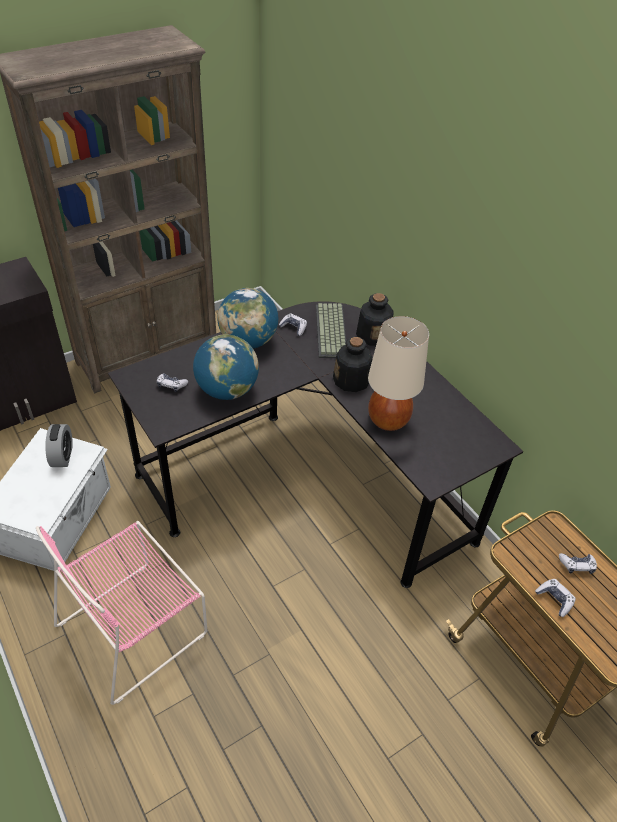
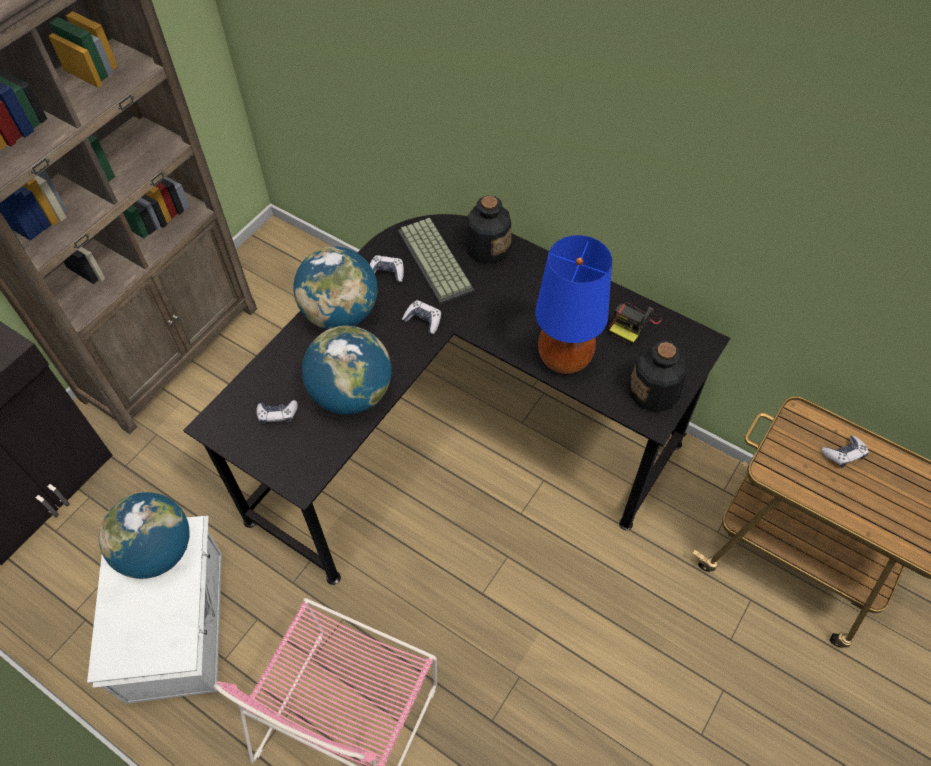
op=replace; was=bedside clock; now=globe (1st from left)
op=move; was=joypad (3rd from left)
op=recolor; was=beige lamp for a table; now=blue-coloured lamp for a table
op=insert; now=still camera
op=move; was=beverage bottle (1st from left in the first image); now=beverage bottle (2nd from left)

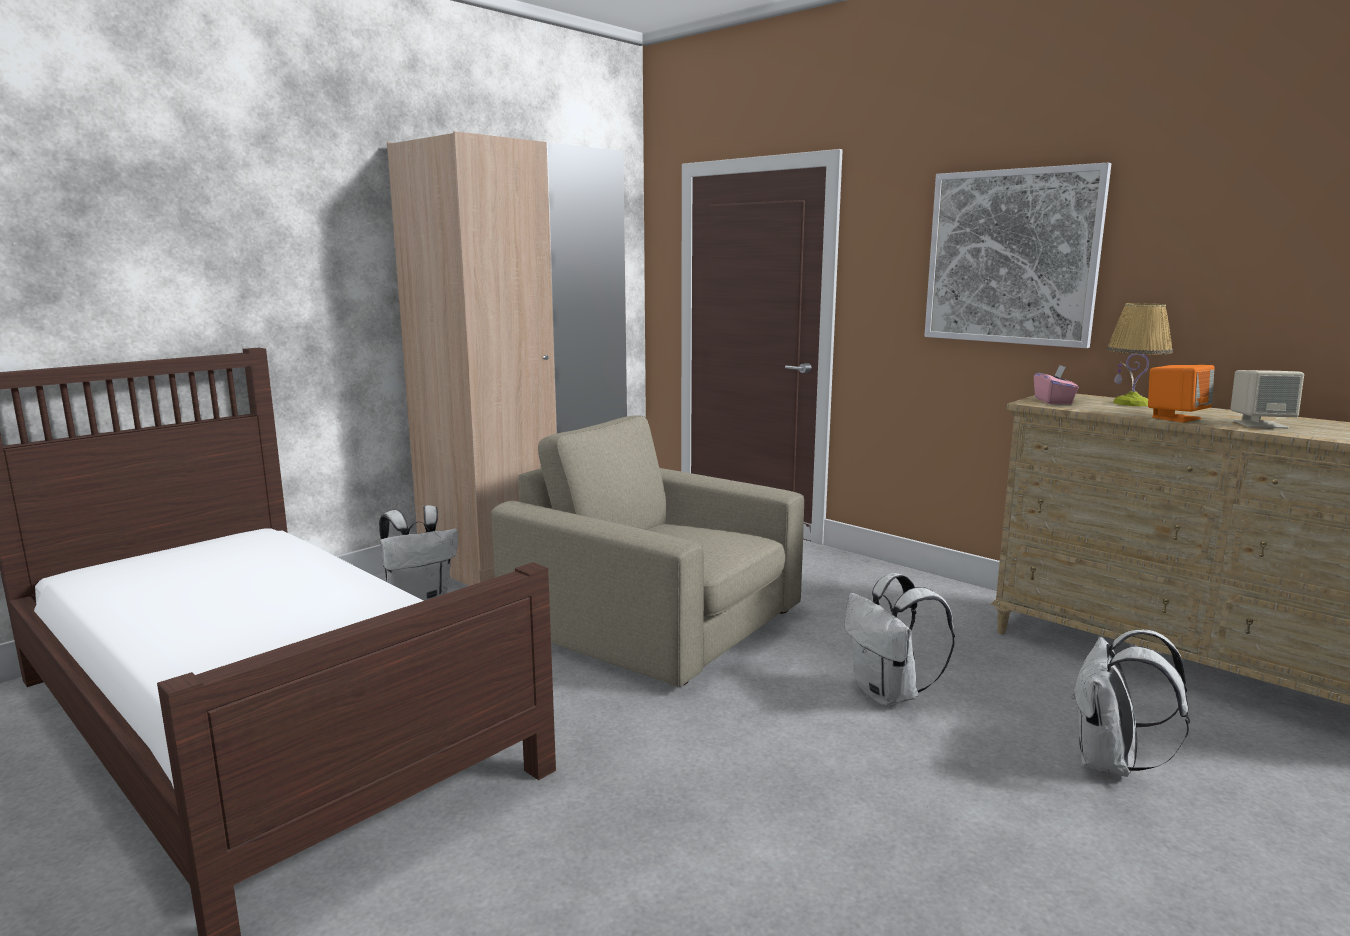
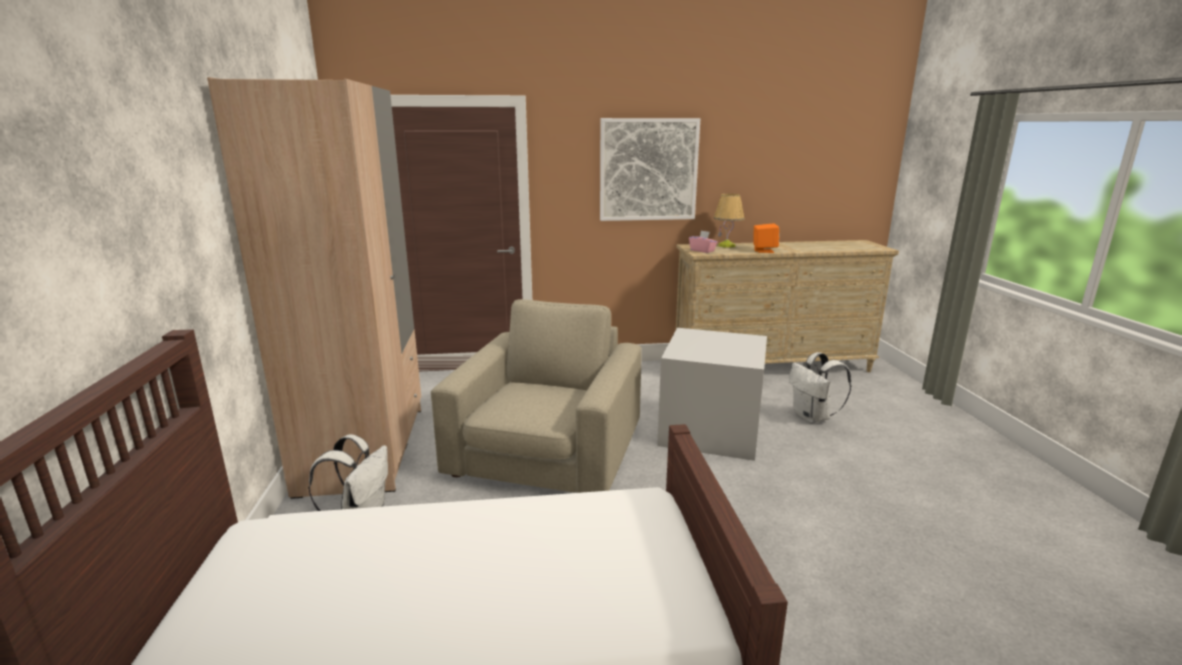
op=rotate; was=beige lounge chair; clockwise=120
op=replace; was=white backpack (2nd from left); now=gray storage box
op=delete; was=beige loudspeaker

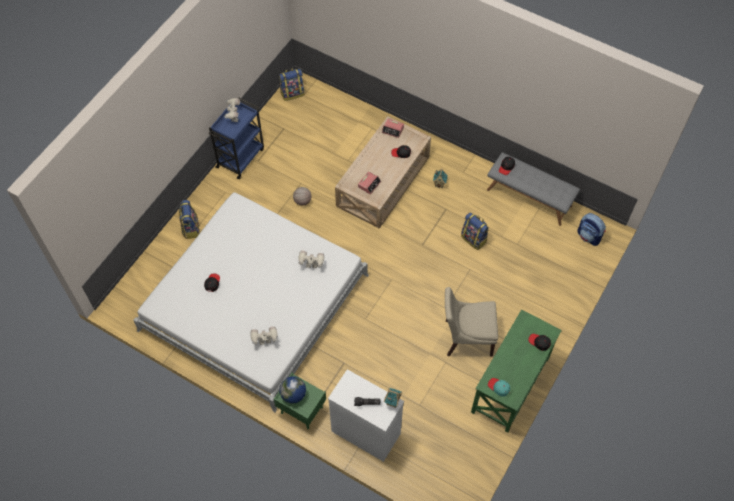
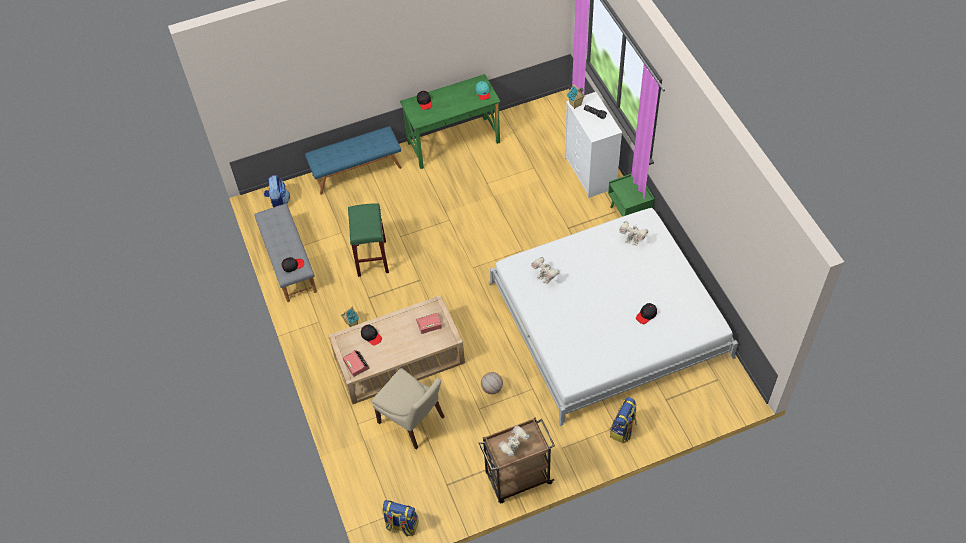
op=insert; now=blue-coloured indoor bench
op=replace; was=backpack (3rd from left); now=greenish sitting stool
op=move; was=beige chair
op=recolor; was=blue-coloured cart; now=brown-coloured cart
op=delete; was=globe

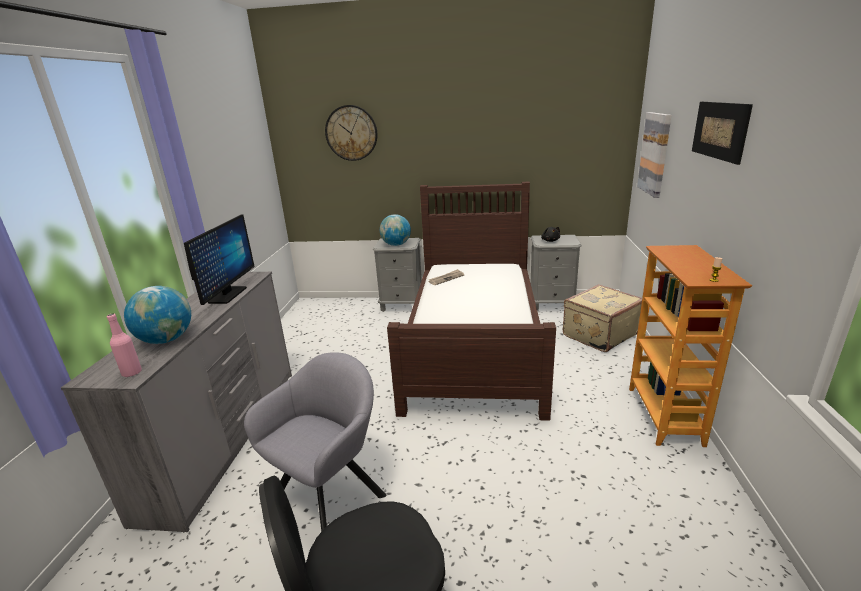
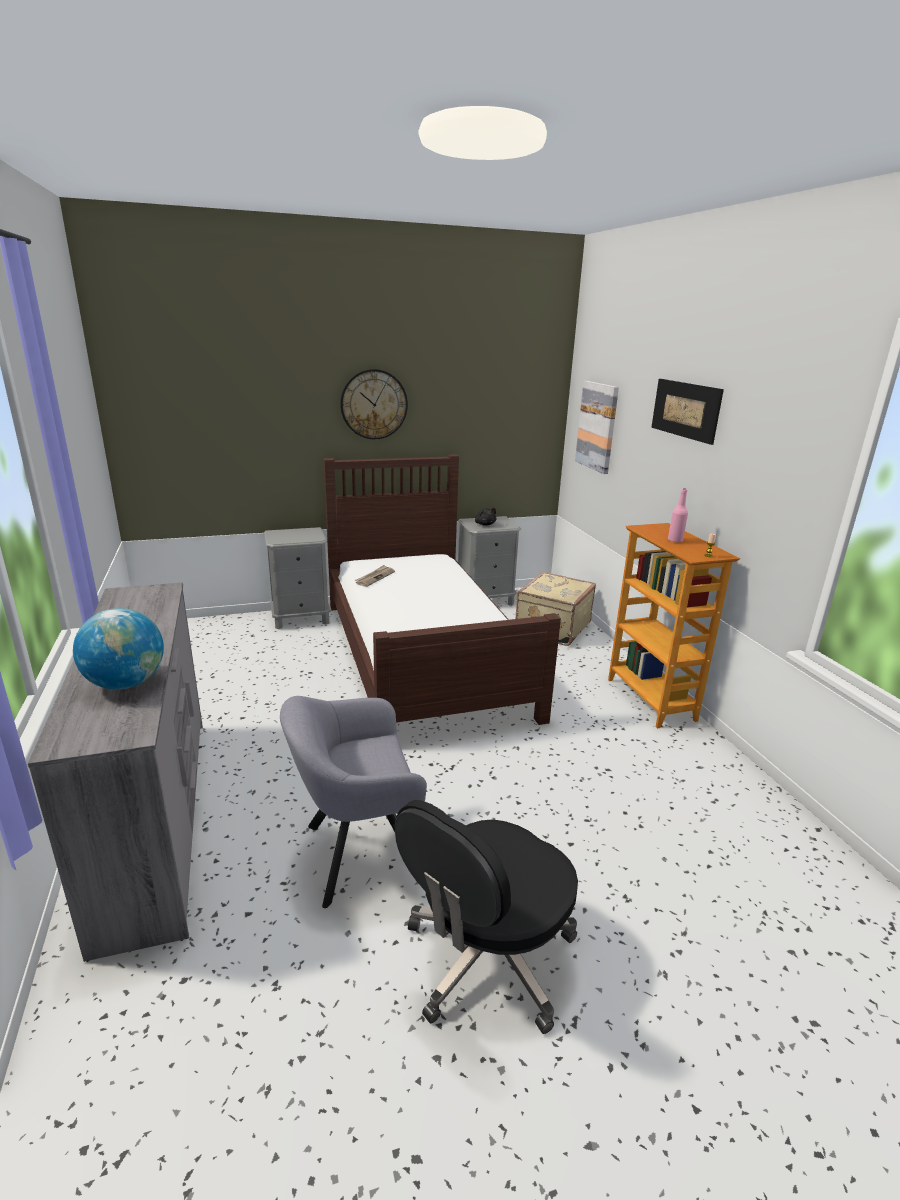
op=rotate; was=gray lounge chair; clockwise=-120
op=move; was=clock on the wall
op=move; was=pink beverage bottle
op=delete; was=monitor
op=delete; was=globe (2nd from left)

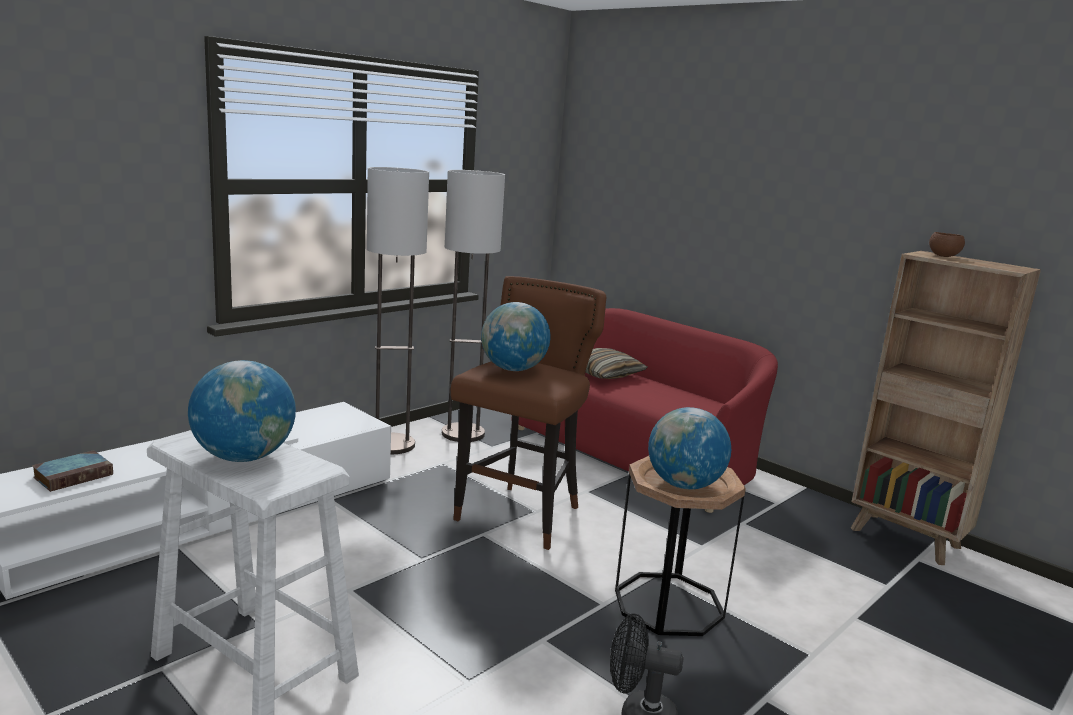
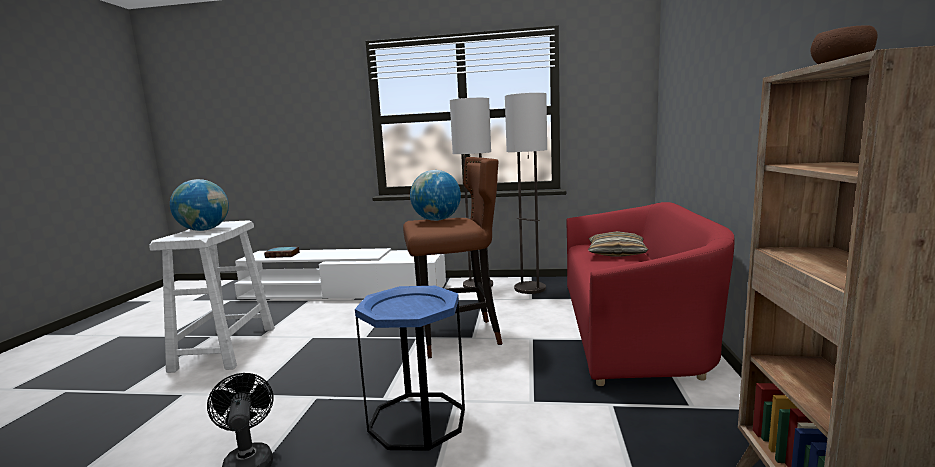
op=recolor; was=brown-coloured end table; now=blue-coloured end table
op=delete; was=globe (3rd from left)

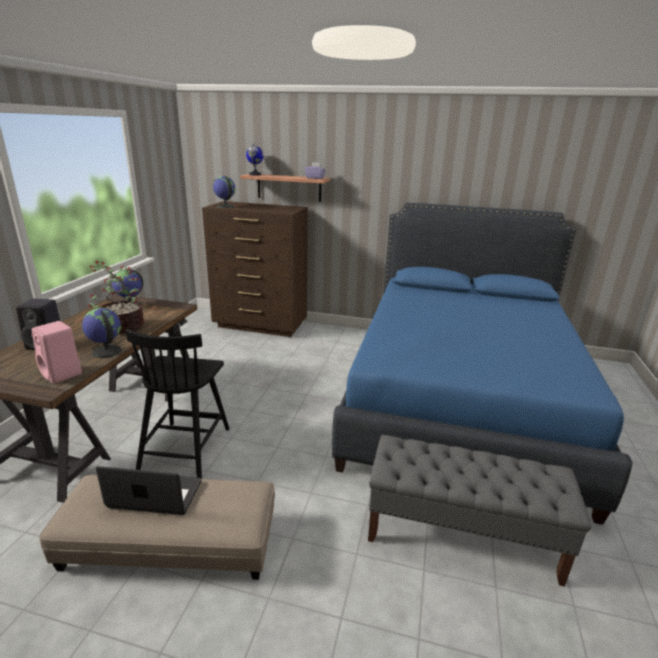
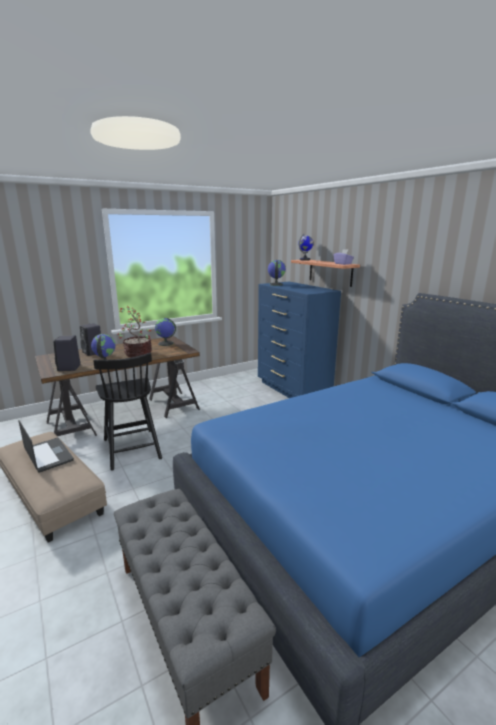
op=recolor; was=pink loudspeaker; now=black loudspeaker (1st from left)
op=rotate; was=black chair; clockwise=-75
op=recolor; was=brown-coloured dresser; now=blue-coloured dresser

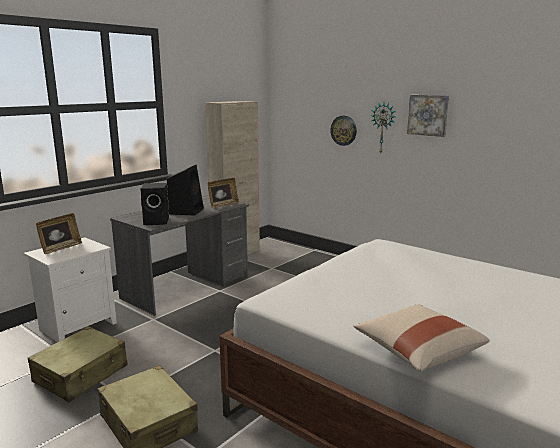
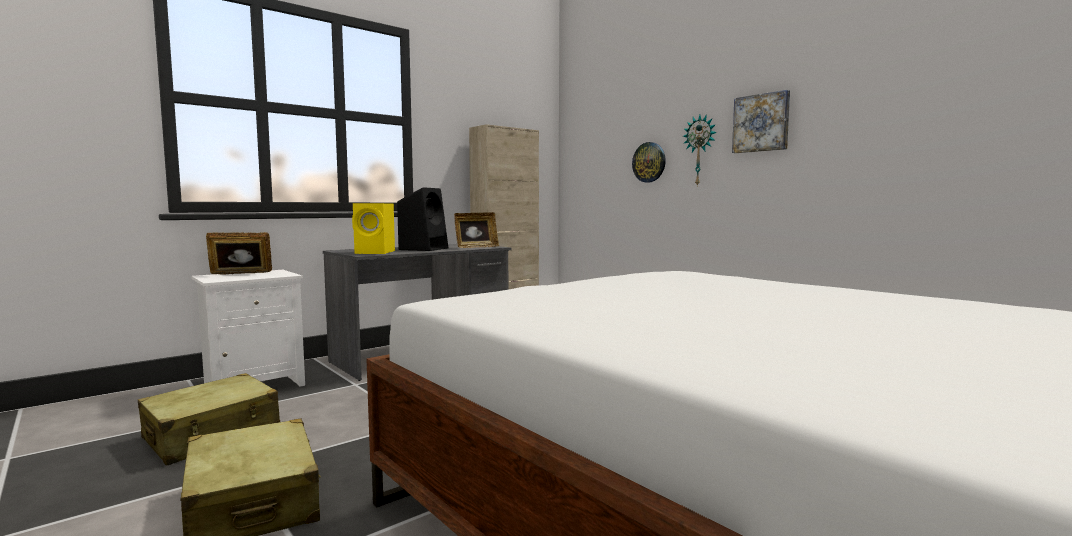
op=rotate; was=photo frame (1st from left); clockwise=-150
op=recolor; was=black loudspeaker (1st from left); now=yellowish loudspeaker
op=delete; was=beige pillow

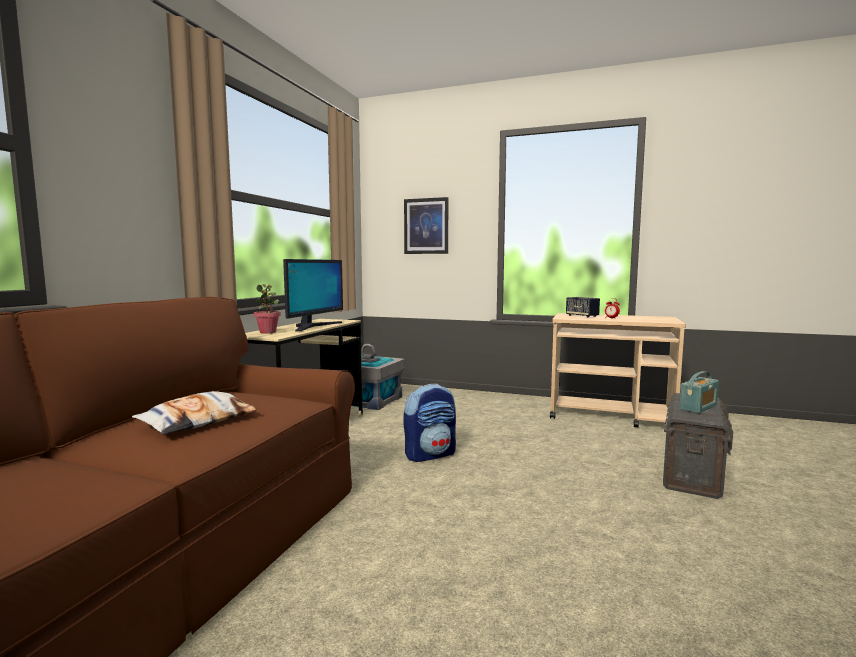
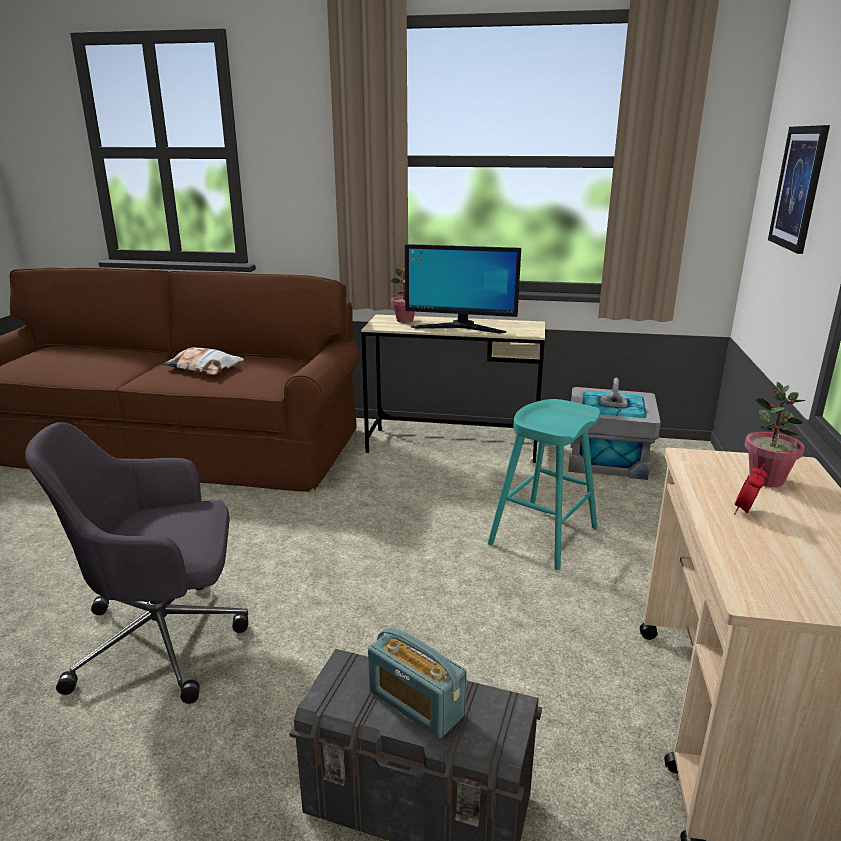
op=insert; now=gray computer chair
op=insert; now=blue-green sitting stool
op=replace; was=loudspeaker; now=potted plant (2nd from left)
op=delete; was=backpack

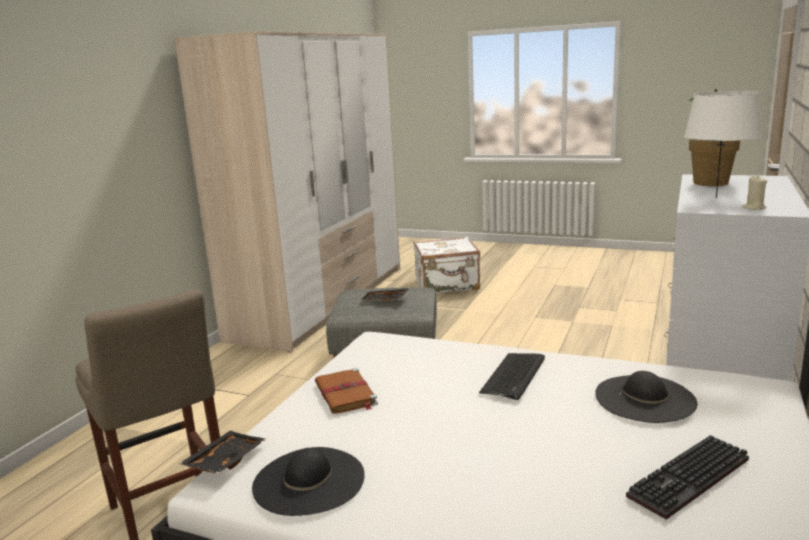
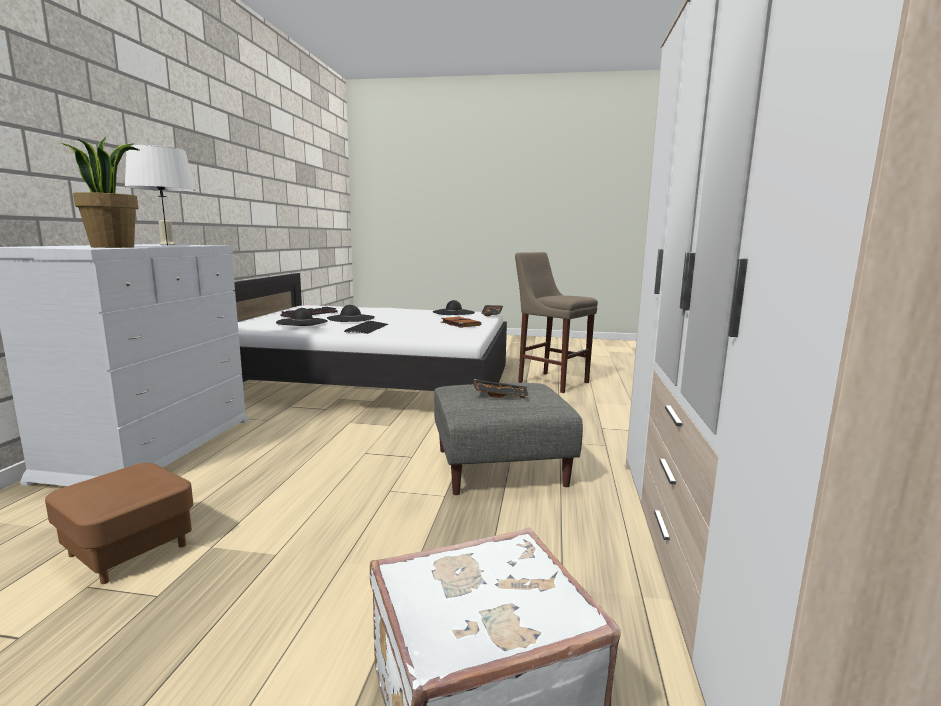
op=insert; now=brown-coloured pouffe
op=insert; now=black hat (2nd from left)

